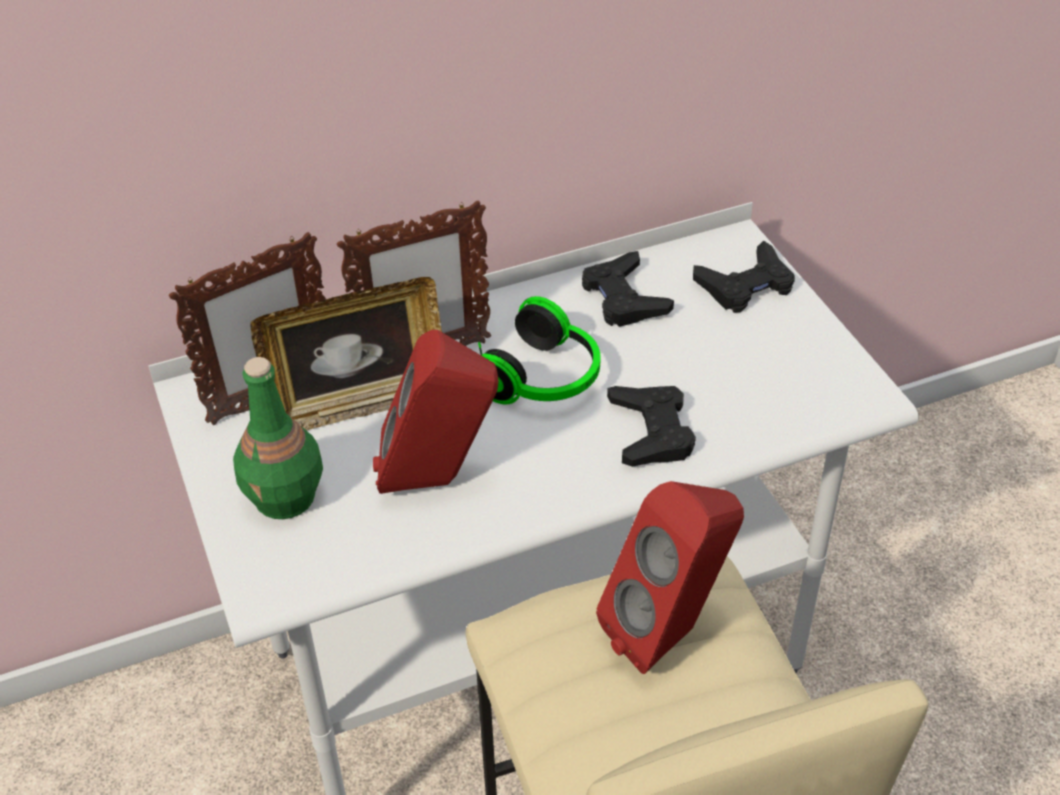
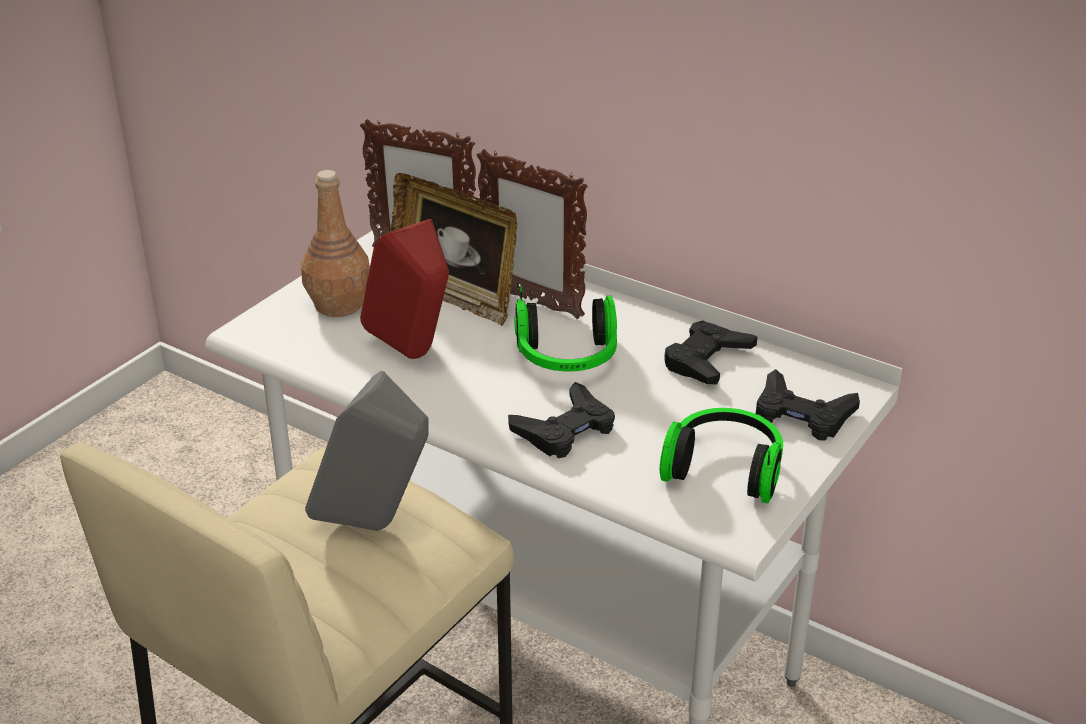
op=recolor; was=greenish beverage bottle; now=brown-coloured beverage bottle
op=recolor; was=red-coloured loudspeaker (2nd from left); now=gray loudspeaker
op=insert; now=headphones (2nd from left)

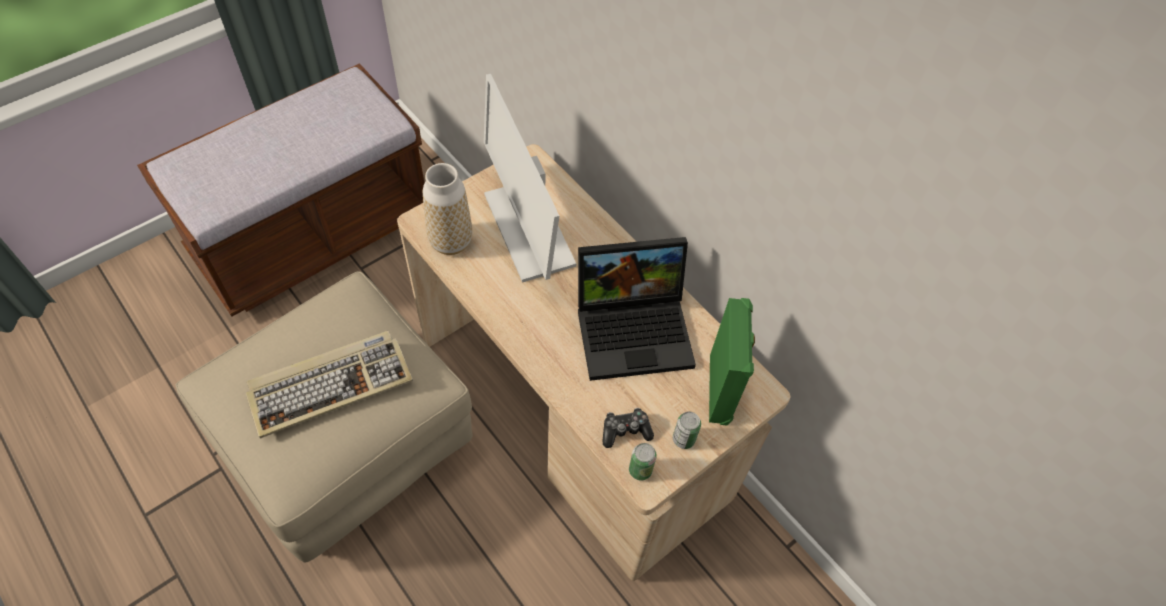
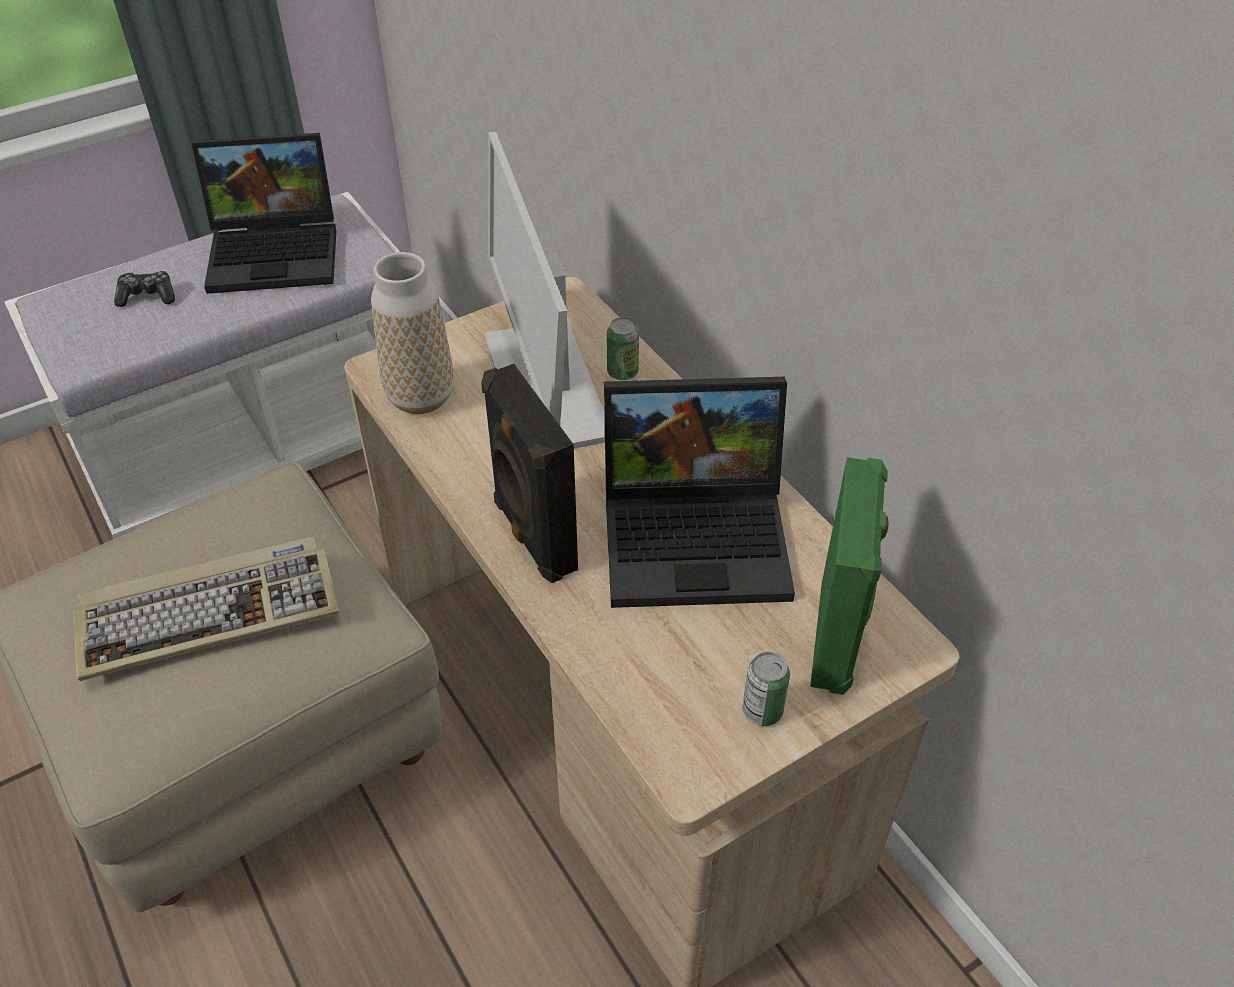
op=recolor; was=brown-coloured indoor bench; now=white indoor bench
op=move; was=joypad
op=insert; now=laptop (1st from left)
op=insert; now=black loudspeaker
op=move; was=metal can (1st from left)

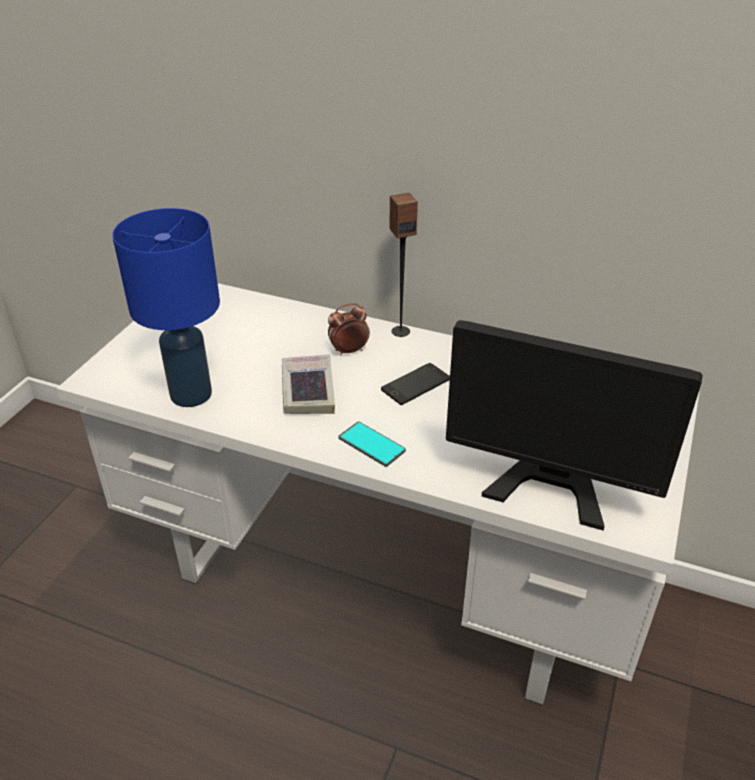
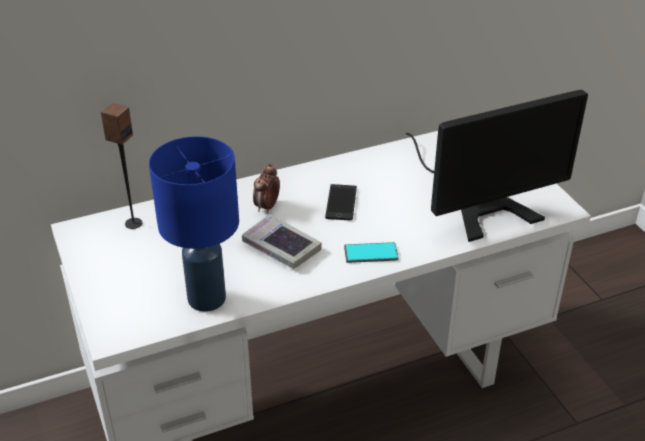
op=move; was=loudspeaker

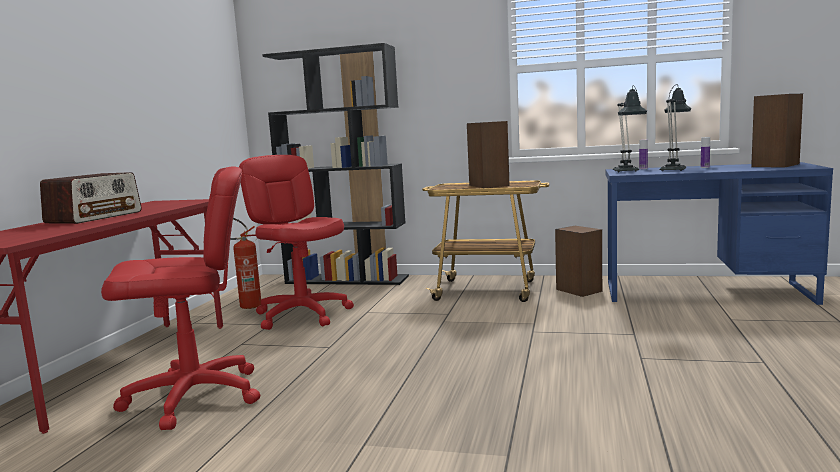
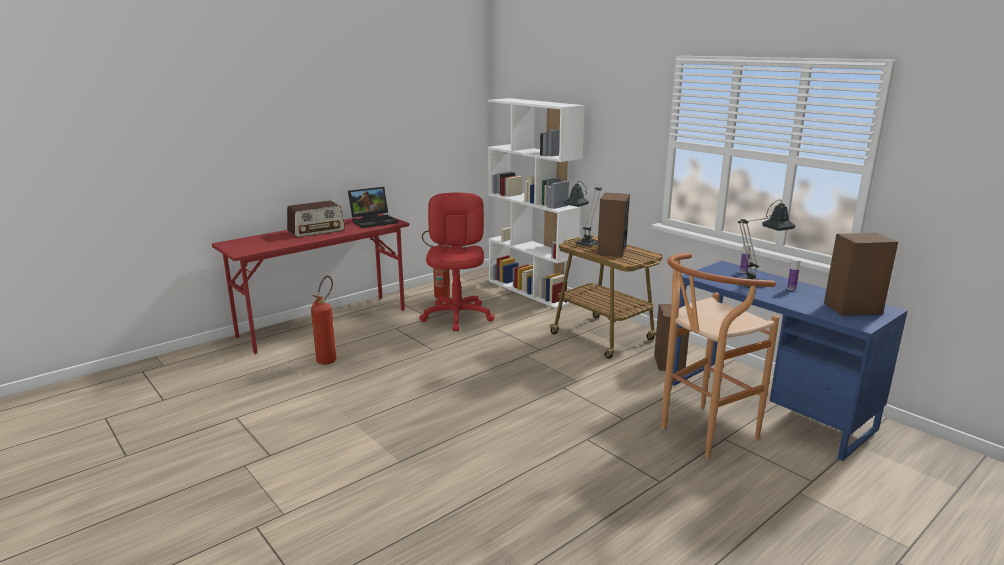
op=replace; was=red-coloured computer chair (1st from left); now=fire-fighting cylinder (1st from left)
op=insert; now=laptop
op=recolor; was=black bookcase; now=white bookcase
op=move; was=lamp for a table (1st from left)
op=insert; now=brown-coloured sitting stool

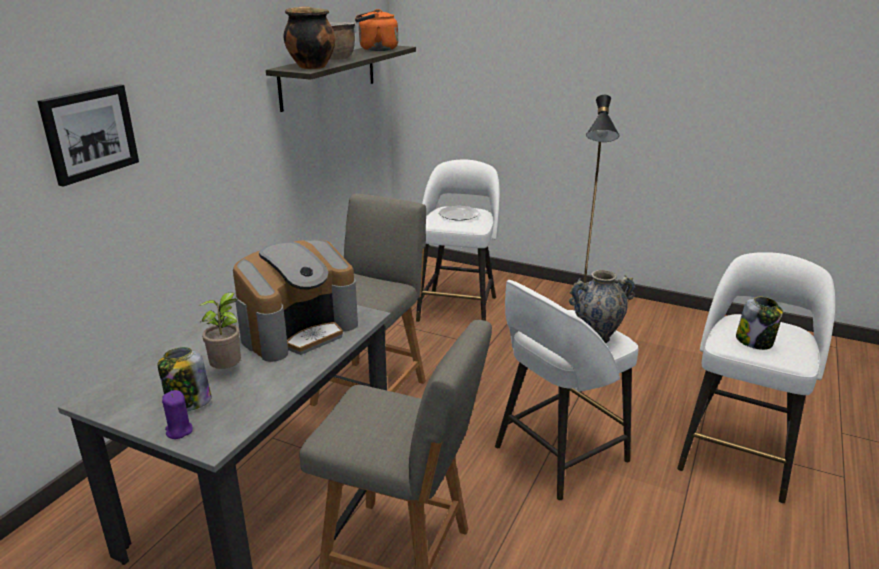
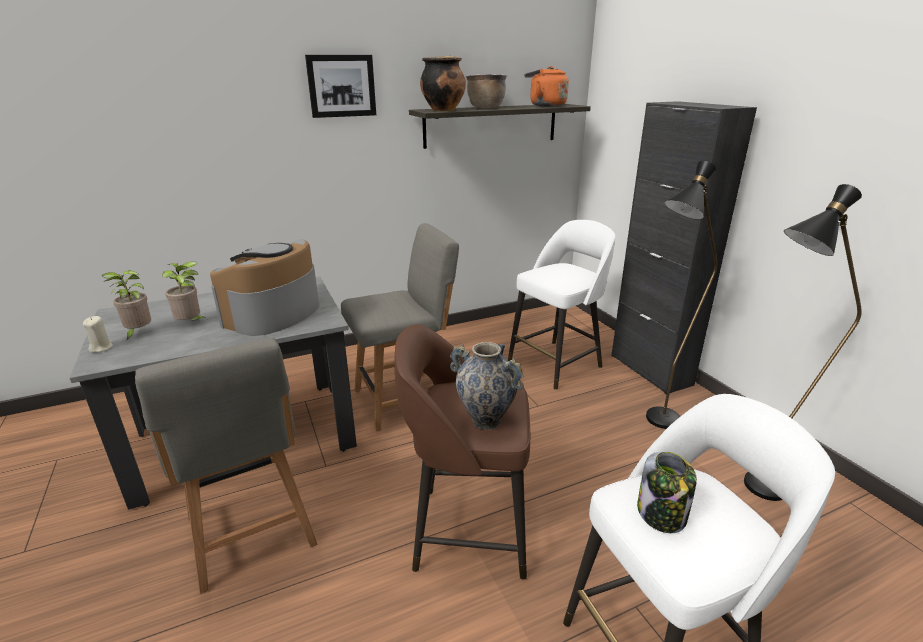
op=recolor; was=purple-coloured wax light; now=beige wax light
op=replace; was=jar (1st from left); now=potted plant (1st from left)
op=rotate; was=coffee brewer; clockwise=120
op=move; was=picture
op=recolor; was=white sitting stool (2nd from left); now=brown-coloured sitting stool
op=insert; now=black cabinet
op=insert; now=black standard lamp (2nd from left)
op=delete; was=plate

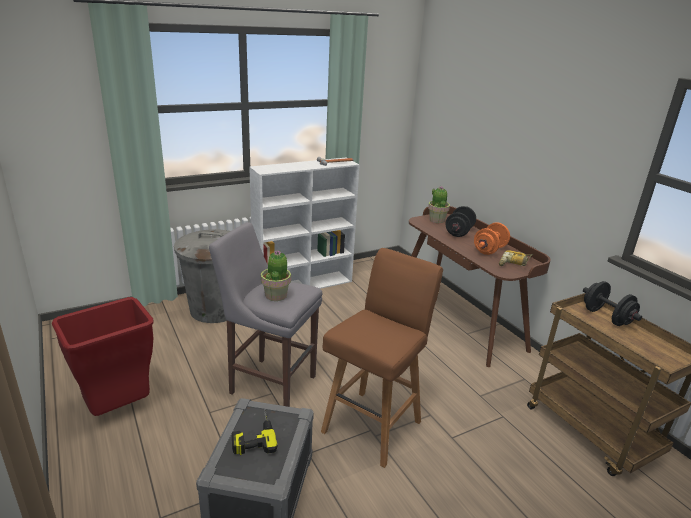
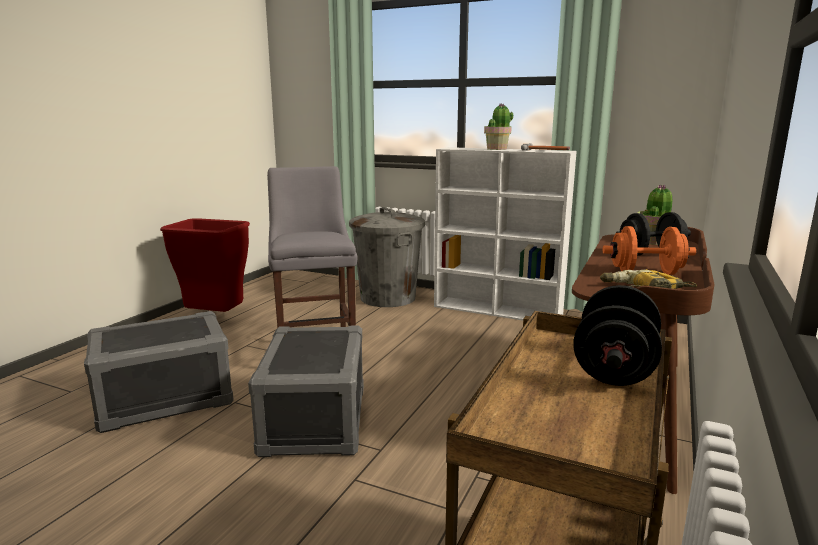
op=replace; was=brown-coloured sitting stool; now=gray storage box (2nd from left)
op=move; was=potted plant (1st from left)
op=delete; was=power drill (1st from left)

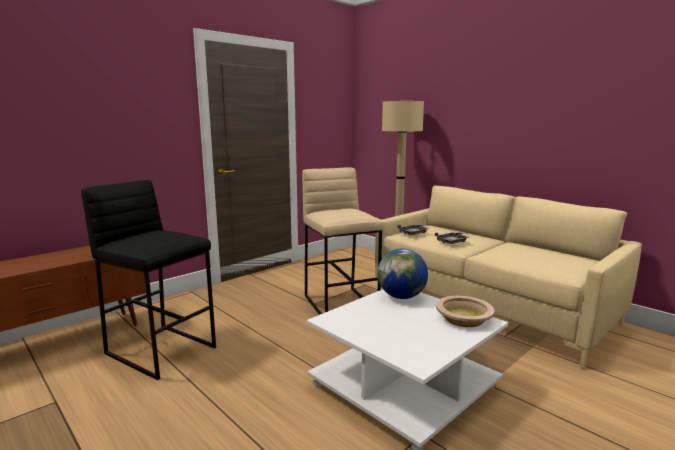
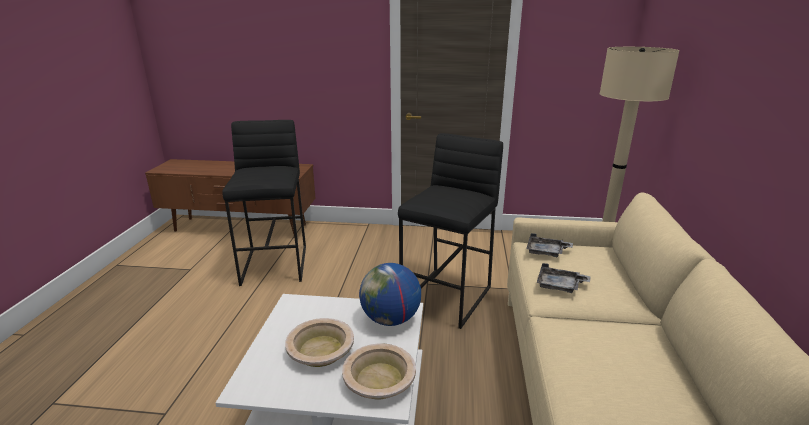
op=insert; now=beige bowl (1st from left)
op=recolor; was=beige sitting stool; now=black sitting stool (2nd from left)

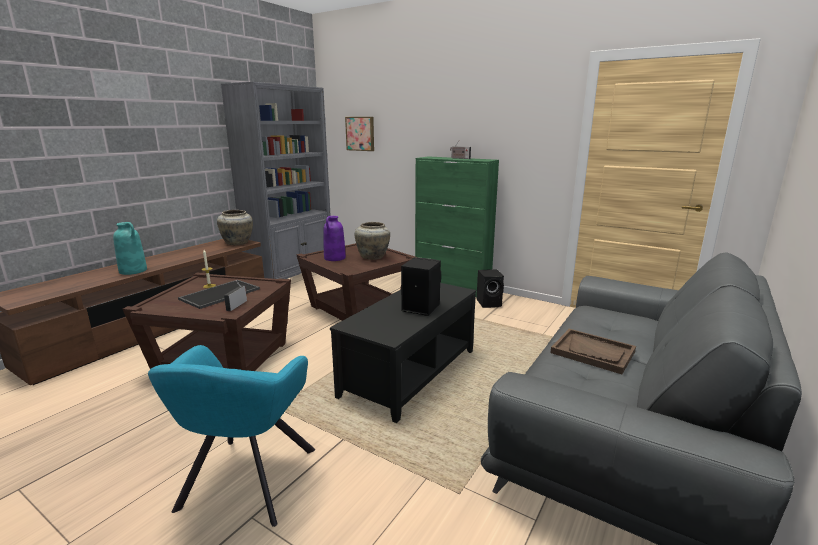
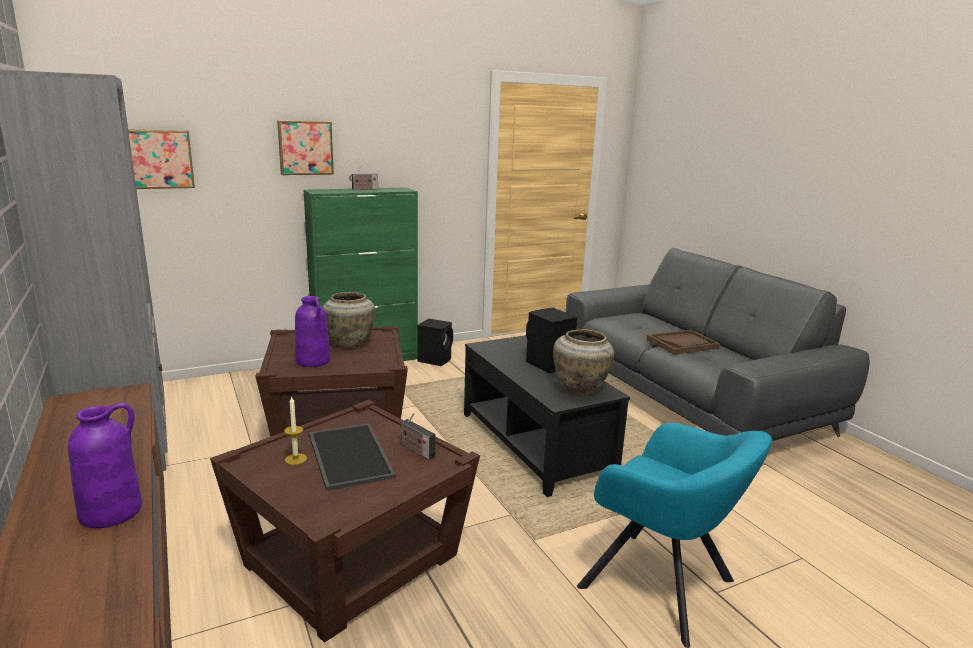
op=recolor; was=blue-green vase; now=purple-coloured vase (1st from left)
op=insert; now=picture (2nd from left)
op=move; was=beige vase (1st from left in the first image); now=beige vase (2nd from left)

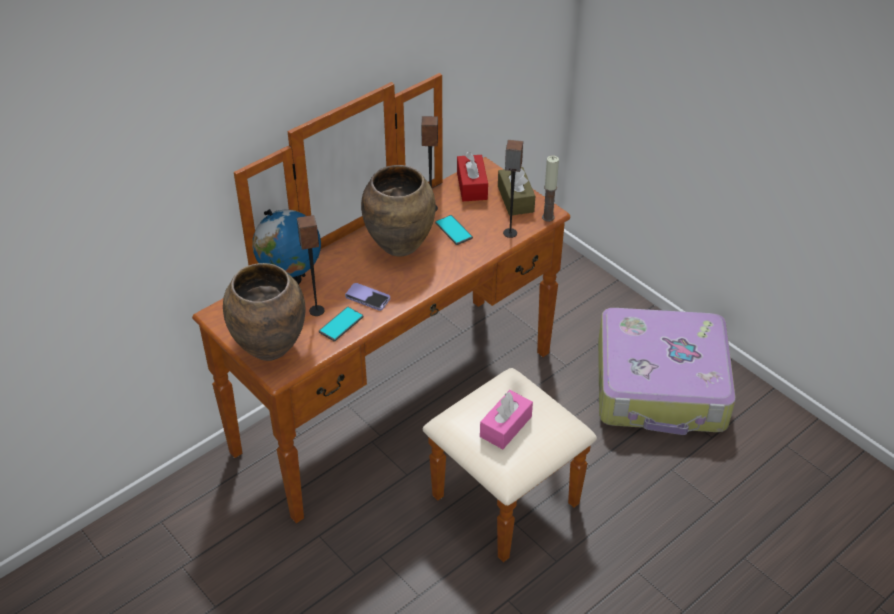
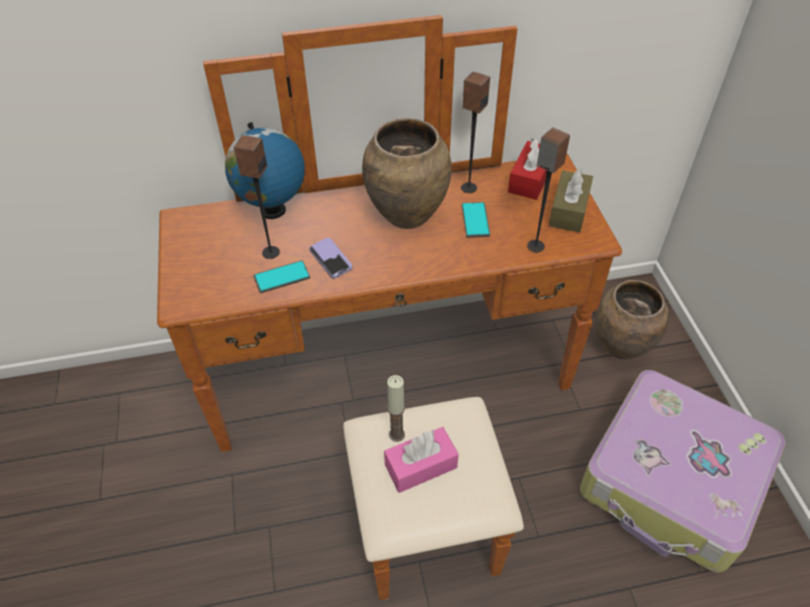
op=move; was=wax light
op=move; was=brown-coloured vase (1st from left in the first image); now=brown-coloured vase (2nd from left)

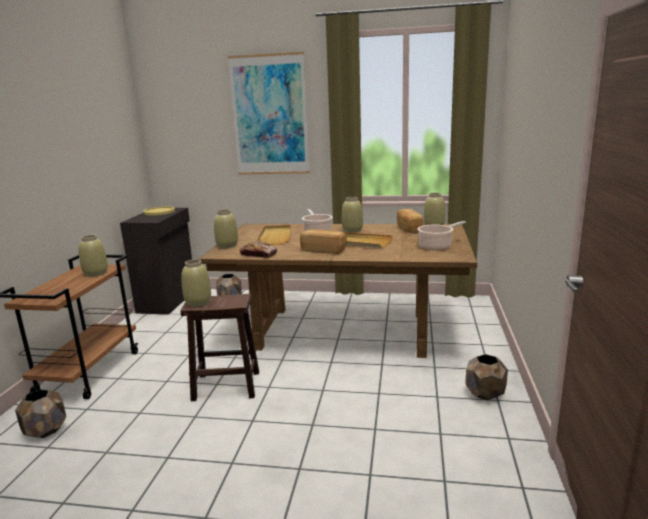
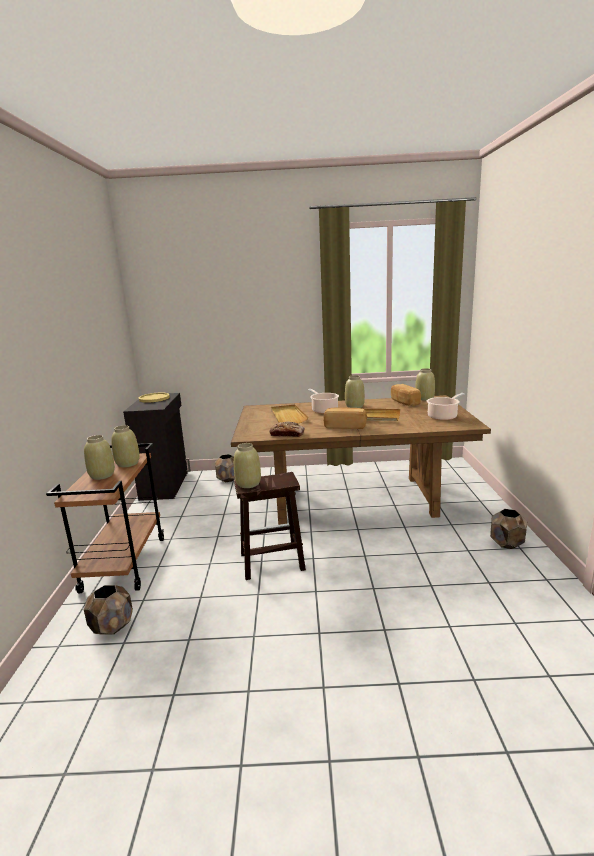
op=move; was=beige vase (3rd from left in the first image); now=beige vase (1st from left)
op=delete; was=picture

